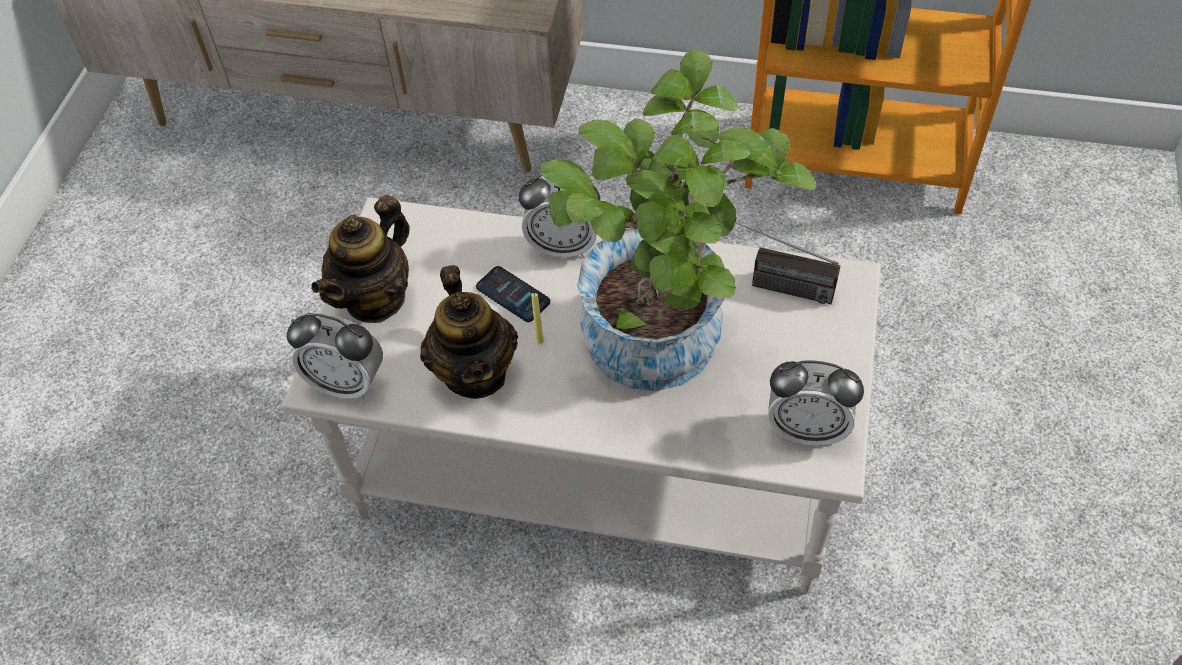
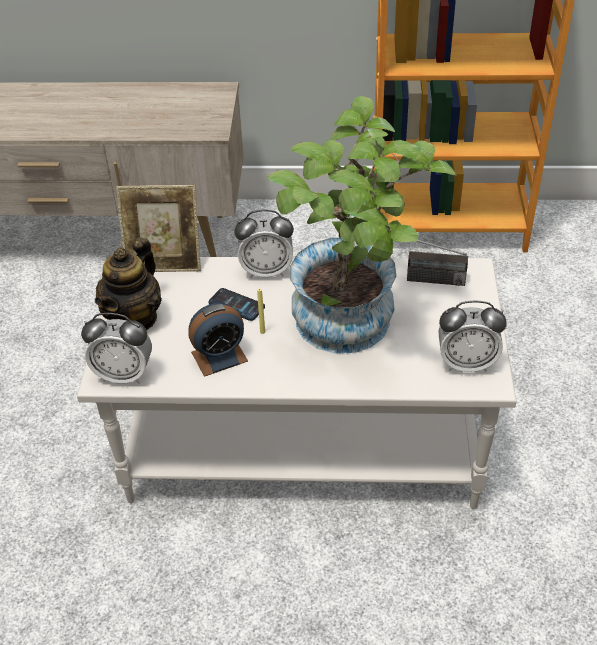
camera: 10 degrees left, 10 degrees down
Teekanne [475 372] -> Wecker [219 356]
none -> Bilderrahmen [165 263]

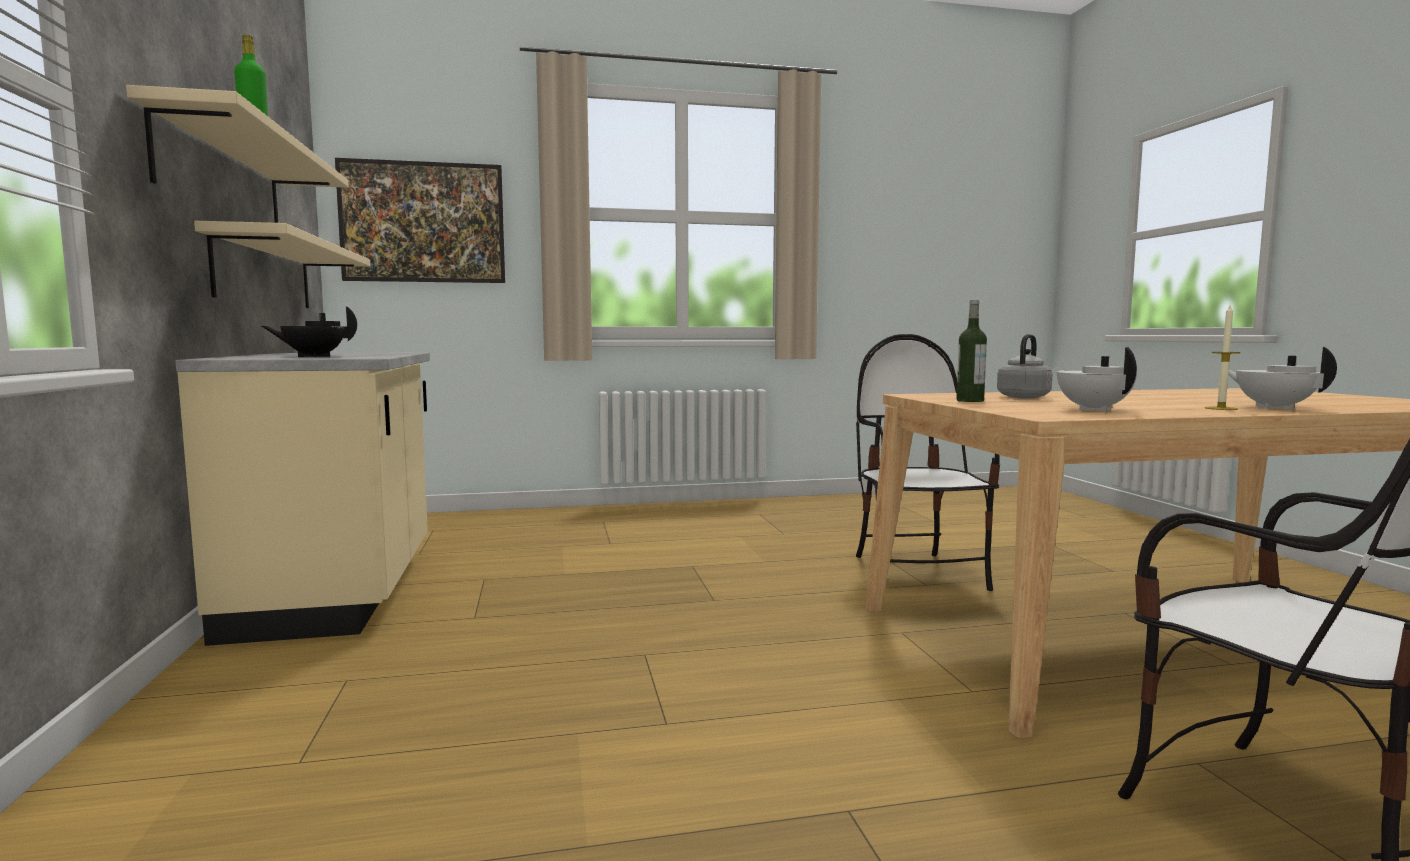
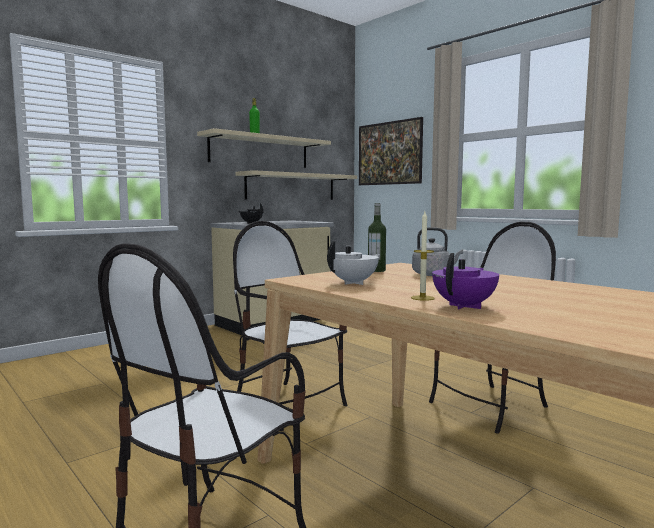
camera: 60 degrees right, 0 degrees up
Teekanne [weiß] [1274 408] -> Teekanne [lila] [465 306]
none -> Stuhl [289 404]

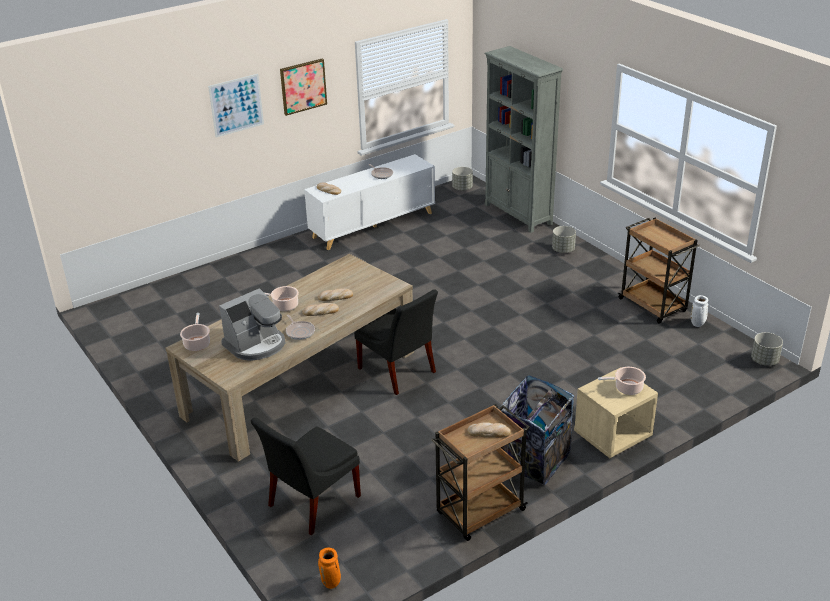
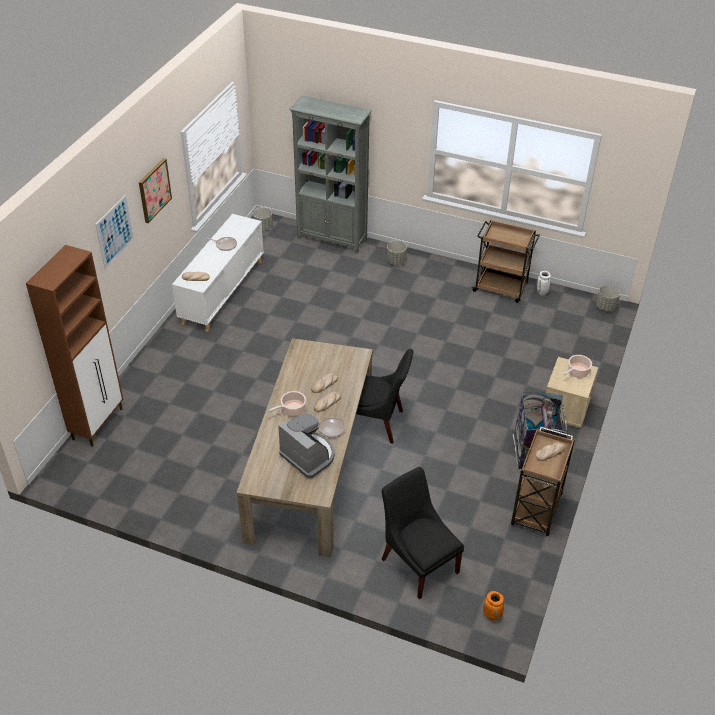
camera: 35 degrees left, 10 degrees up
Kaffeemaschine [256 345] -> Kaffeemaschine [308 456], 60 degrees counterclockwise
Kochtopf [197 343] -> none
Stuhl [schwarz] [311 503] -> Stuhl [schwarz] [418 563], 135 degrees clockwise
none -> Schrank [braun] [98 423]

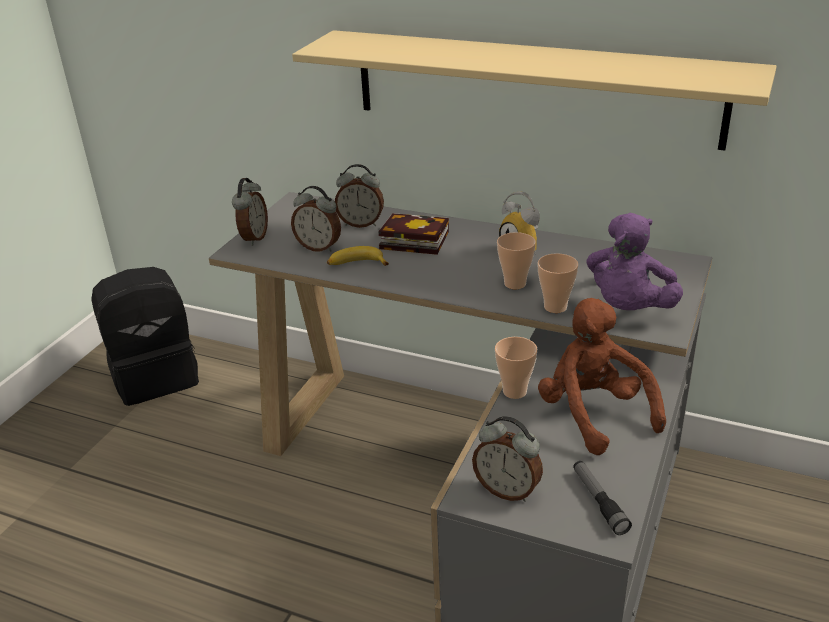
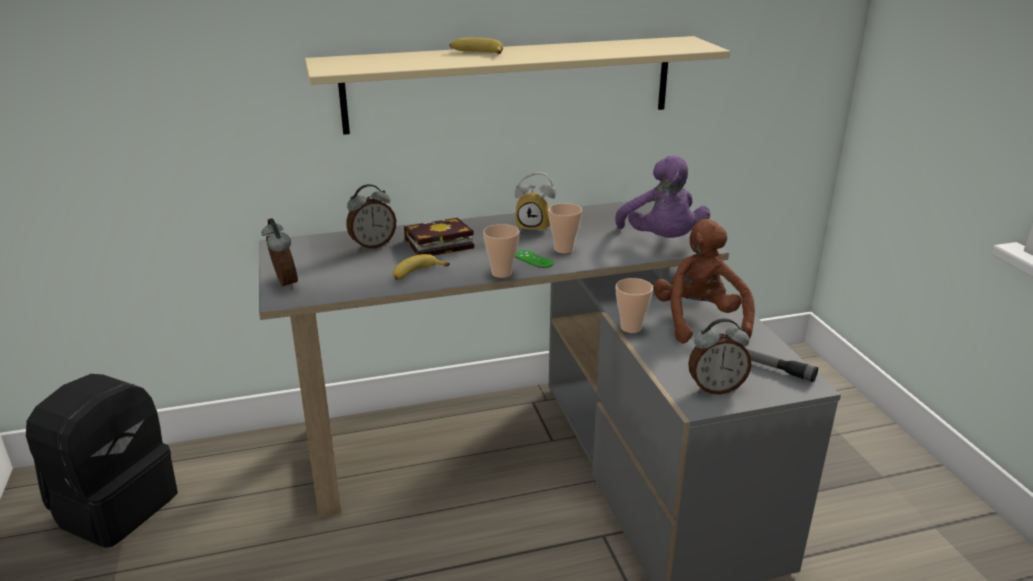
camera: 40 degrees left, 5 degrees down
Wecker [319 247] -> none
Tasse [555 307] -> Tasse [501 273], move
Plüschtier [braun] [593 414] -> Plüschtier [braun] [699 321], 60 degrees clockwise
none -> Banane [477 53]
none -> Gamepad [grün] [533 259]

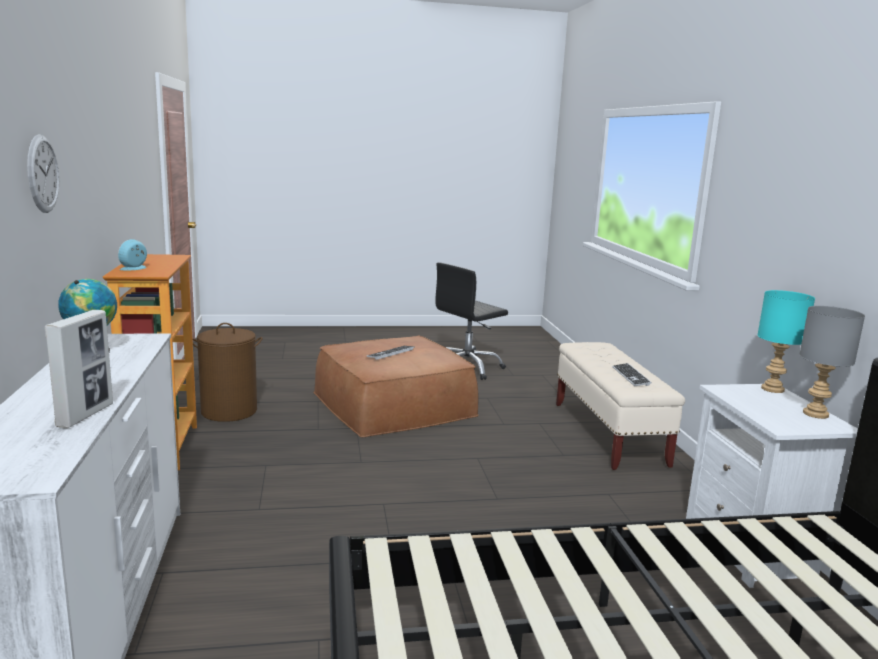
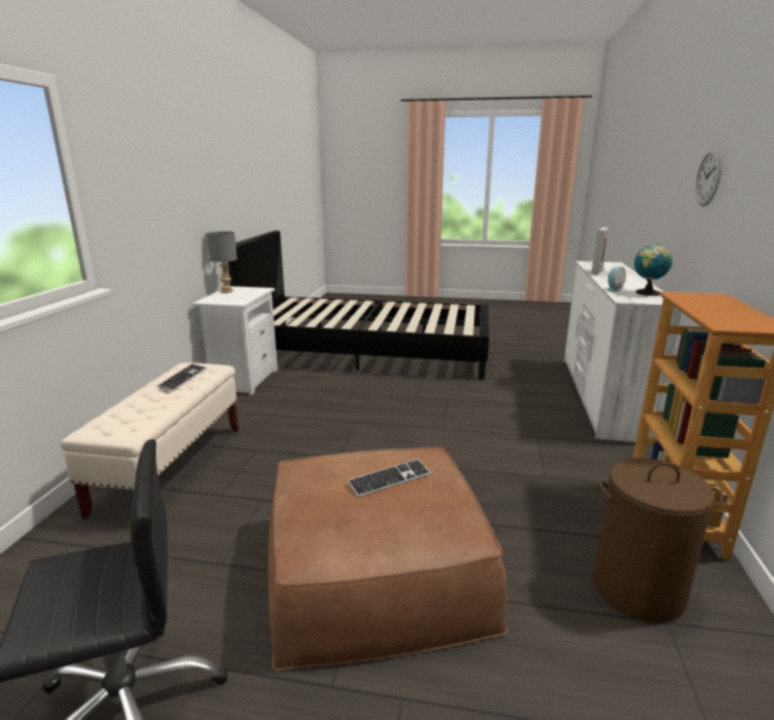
camera: 160 degrees left, 5 degrees up
Wecker [135 268] -> Wecker [613 289], move
Tischlampe [türkis] [771 389] -> none

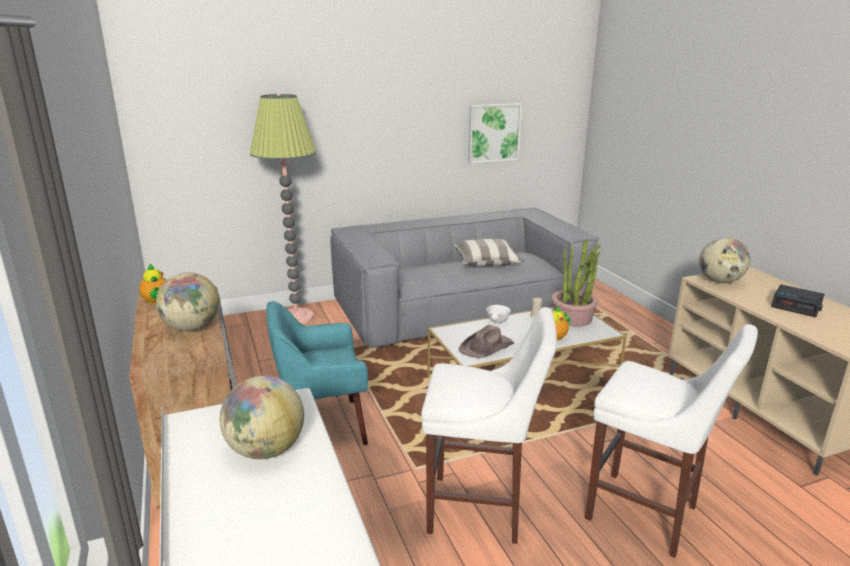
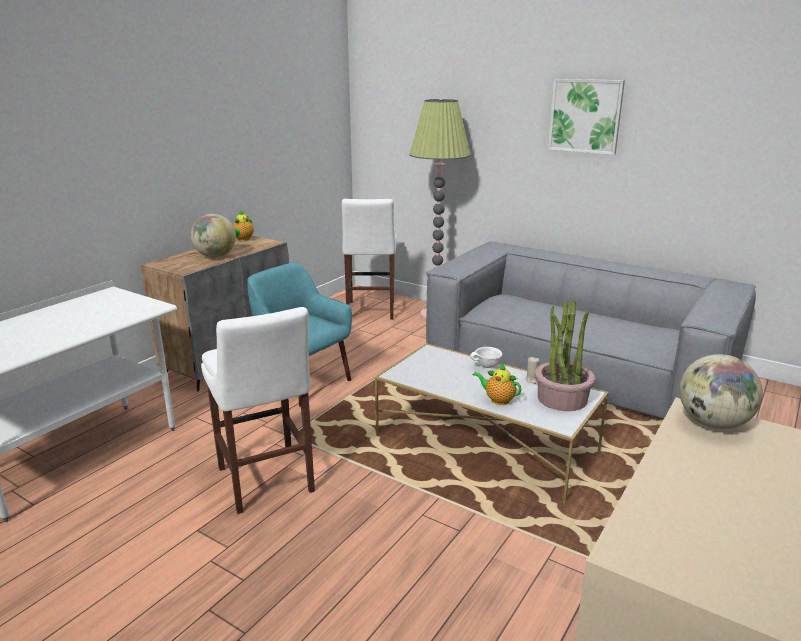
camera: 55 degrees right, 0 degrees up
Bild [494 133] -> Bild [585 116], move
Kissen [486 262] -> none
Wecker [797 306] -> none
Hocker [weiß] [647 515] -> Hocker [weiß] [370 311], move
Hut [braun] [487 347] -> none
Globus [266 450] -> none

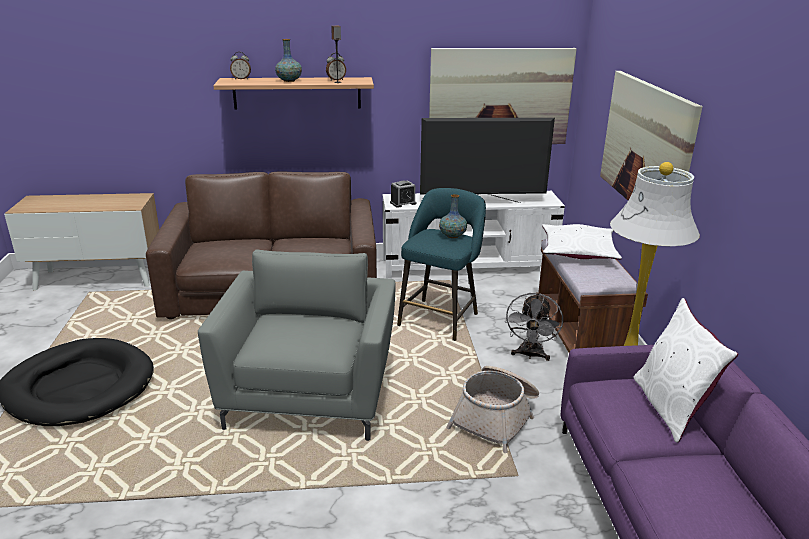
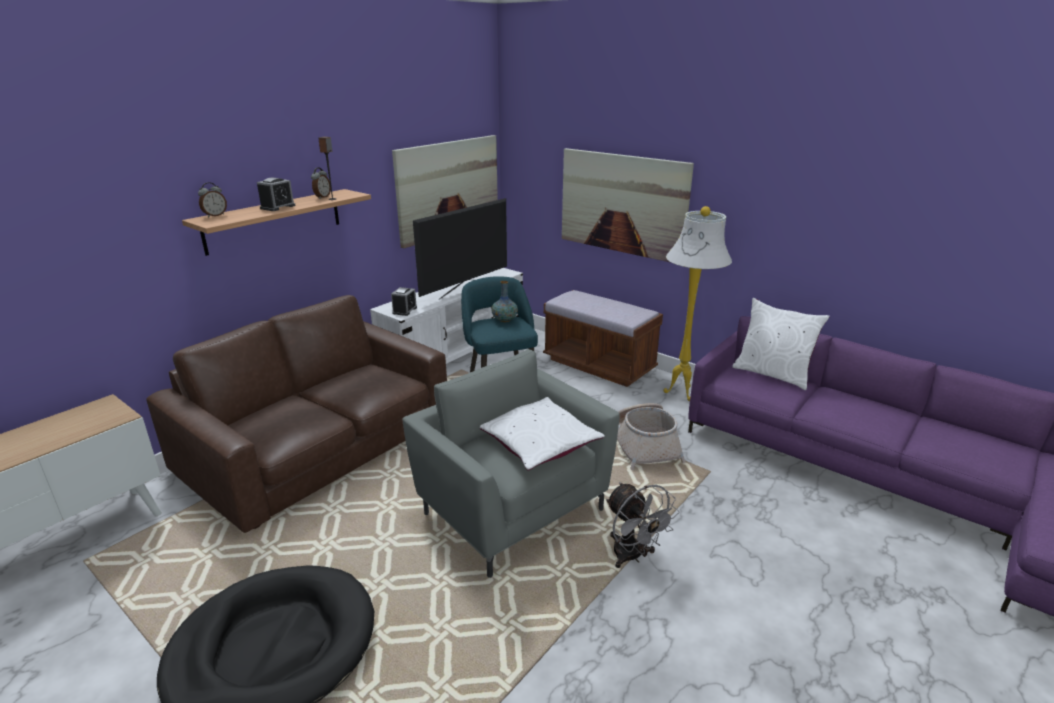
camera: 45 degrees left, 0 degrees up
Vase [289 81] -> Wecker [278 207]
Kissen [weiß] [578 251] -> Kissen [weiß] [538 442], move
Ventilator [grau] [530 355] -> Ventilator [grau] [633 557], move

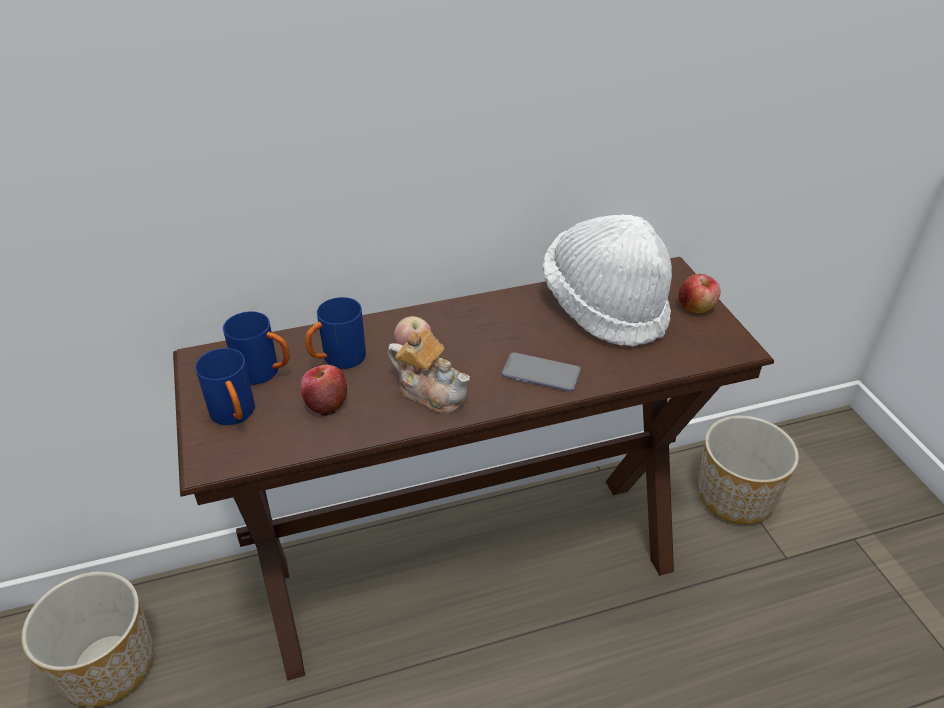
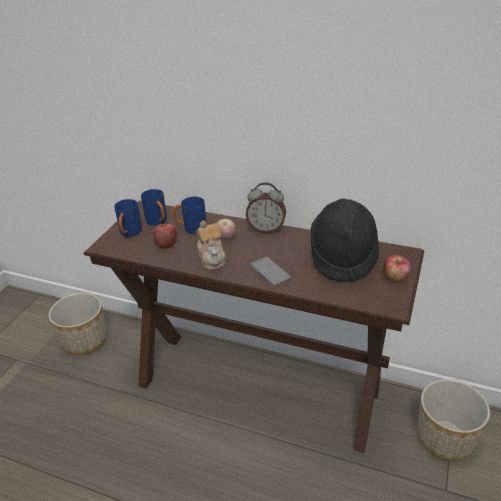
camera: 40 degrees right, 5 degrees down
Hut [weiß] [605 306] -> Hut [schwarz] [343 256]
none -> Wecker [266 229]

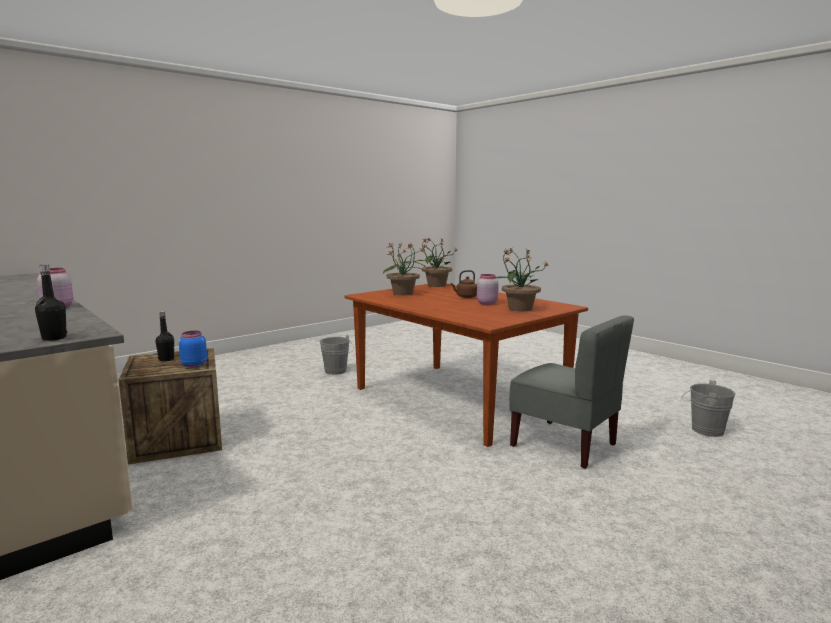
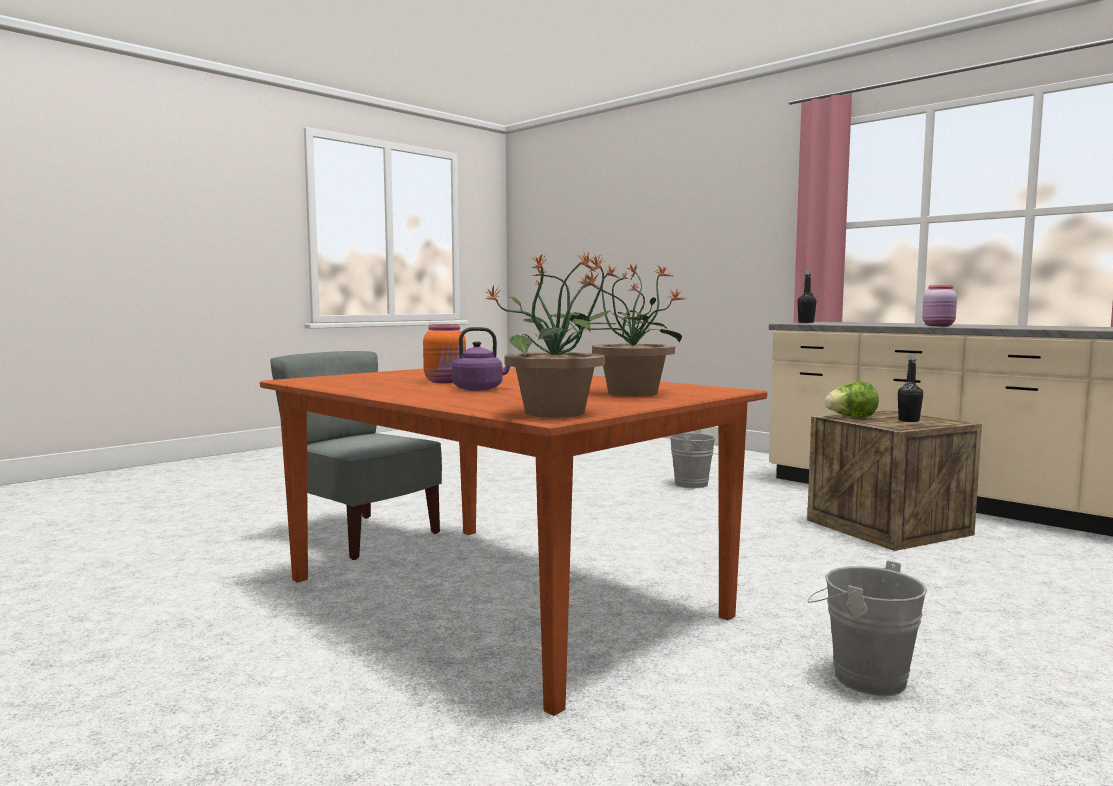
camera: 175 degrees right, 5 degrees down
Topfpflanze [519 309] -> none
Wasserkessel [braun] [465 297] -> Wasserkessel [lila] [480 389]
Vorratsglas [rosa] [486 303] -> Vorratsglas [orange] [446 381]
Vorratsglas [blau] [193 365] -> Salatkopf [851 417]
Eimer [grau] [703 430] -> Eimer [grau] [695 484], move

